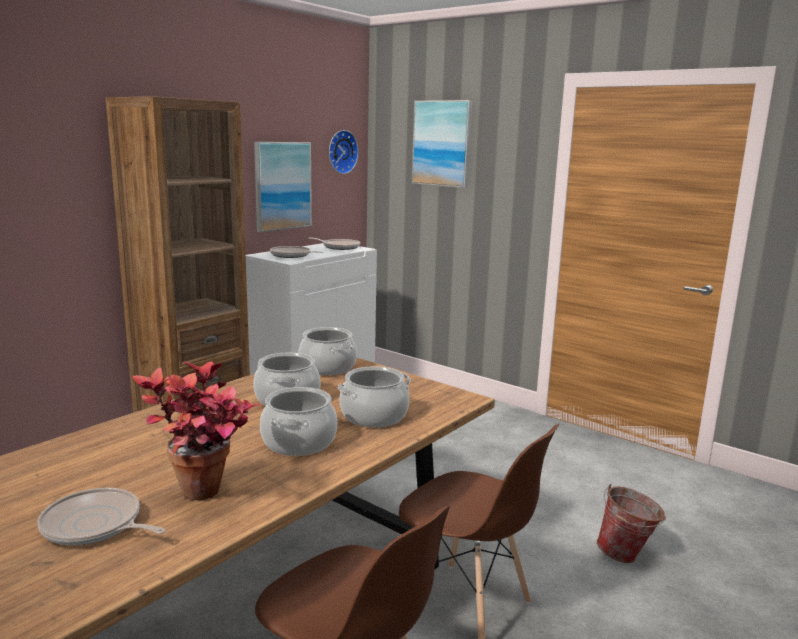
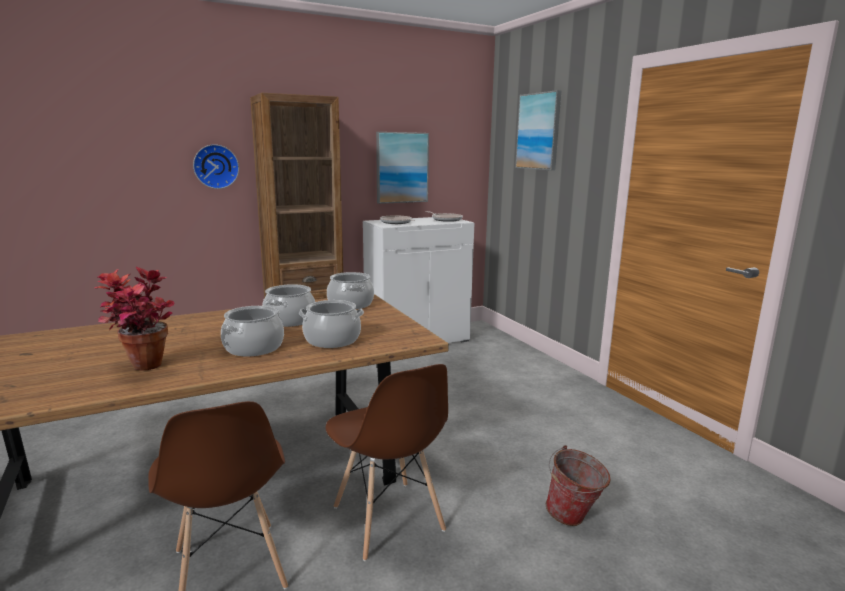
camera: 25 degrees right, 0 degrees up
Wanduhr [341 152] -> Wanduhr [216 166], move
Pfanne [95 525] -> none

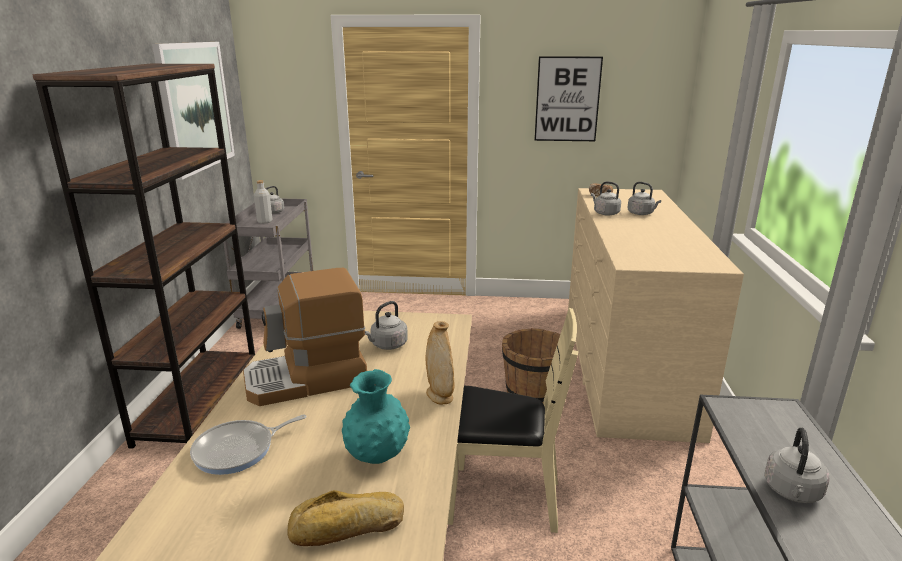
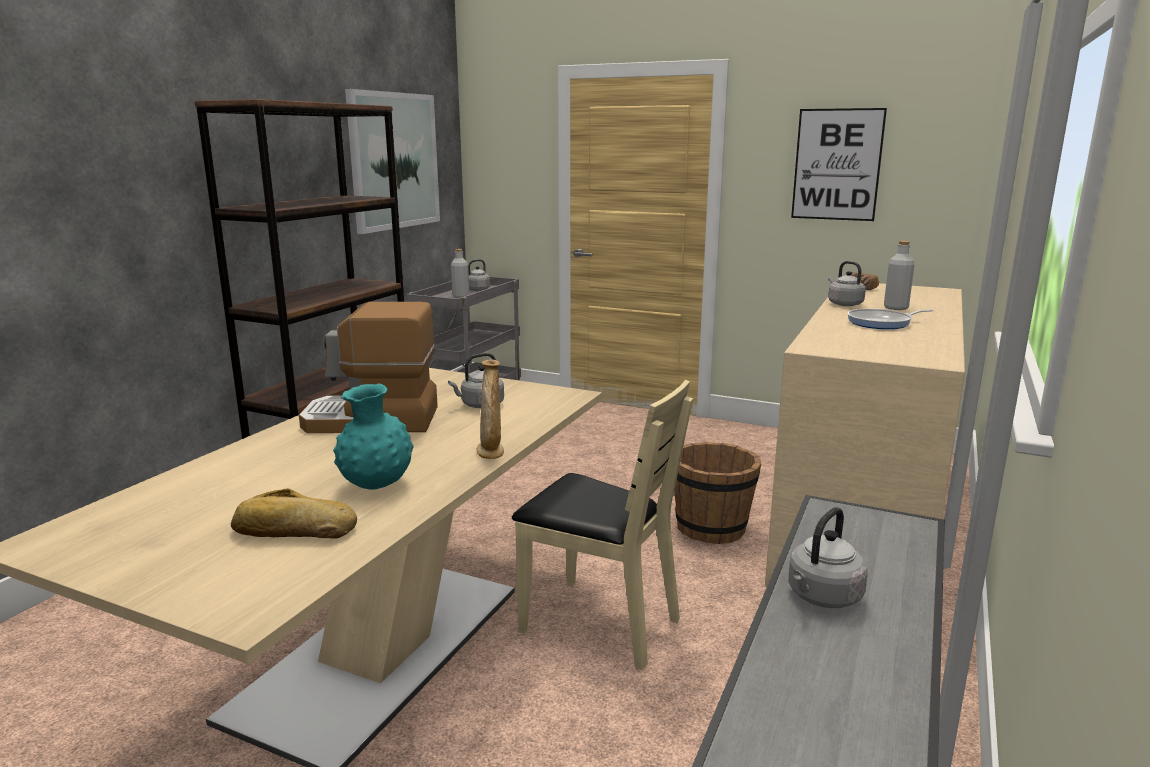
camera: 20 degrees right, 5 degrees down
Wasserkessel [grau] [641 213] -> Flasche [grau] [895 308]
Pfanne [238 450] -> Pfanne [882 323], move

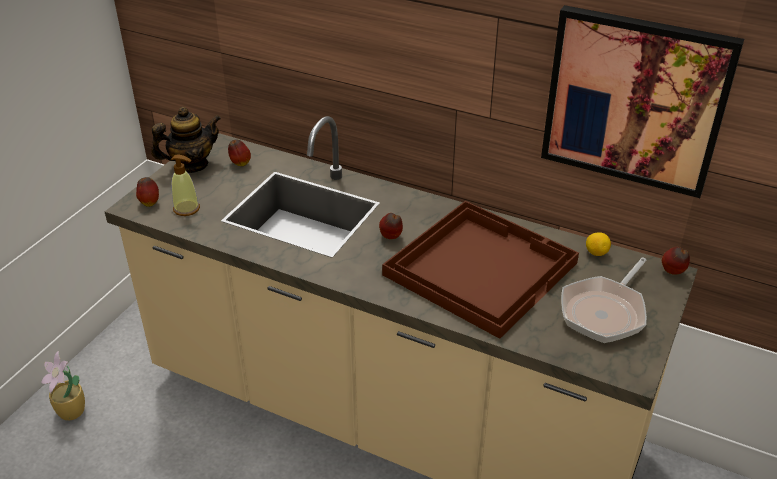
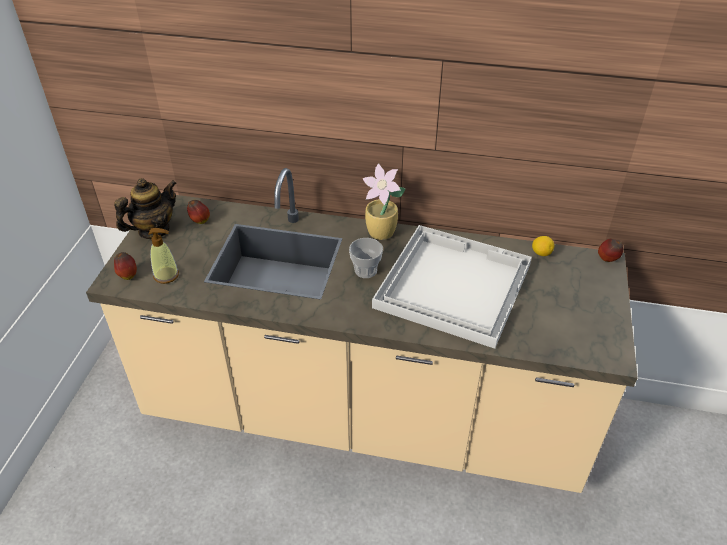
camera: 15 degrees left, 5 degrees up
Bild [635 101] -> none
Tablett [braun] [480 267] -> Tablett [weiß] [452 285]
Apfel [391 238] -> Tasse [365 270]
Pfanne [605 311] -> none
Topfpflanze [72 413] -> Topfpflanze [382 233], move

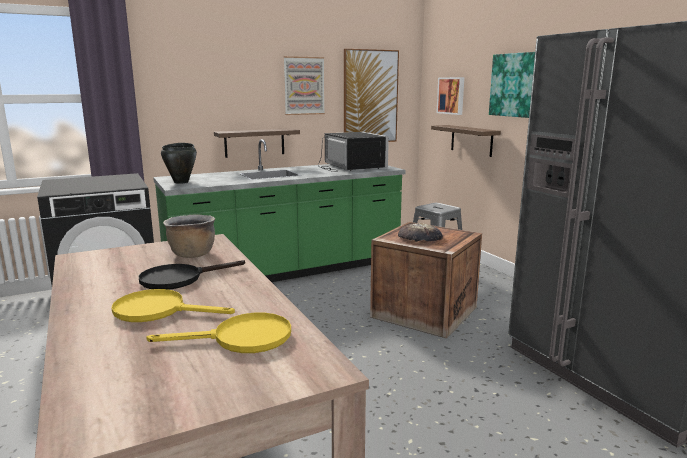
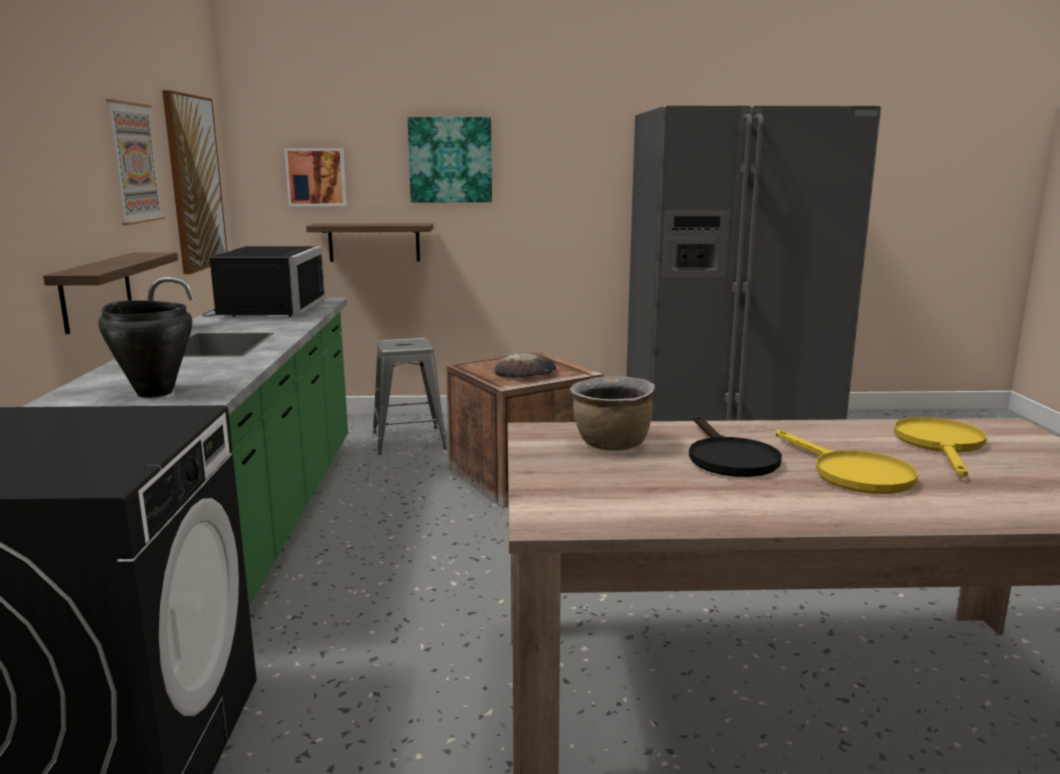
camera: 65 degrees left, 0 degrees up
Mikrowelle [schwarz] [350 167] -> Mikrowelle [schwarz] [265 309], 90 degrees clockwise
Pfanne [gelb] [159 310] -> Pfanne [gelb] [852 473], 60 degrees counterclockwise

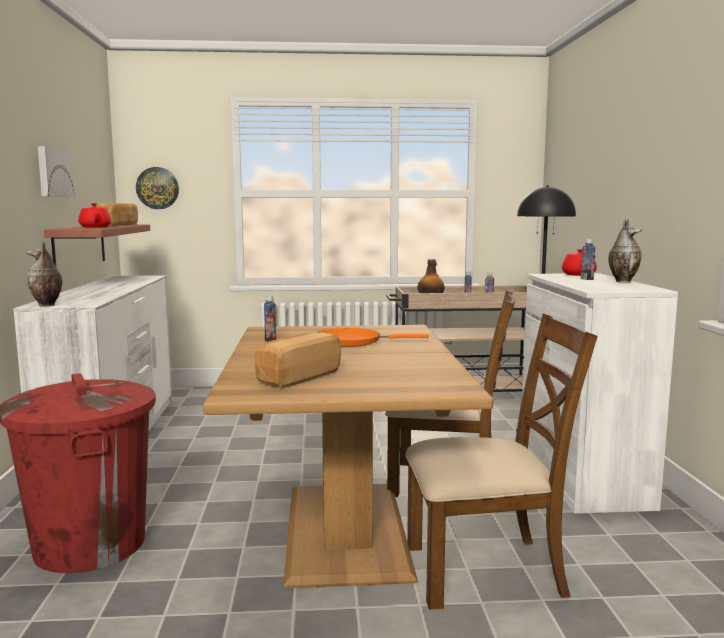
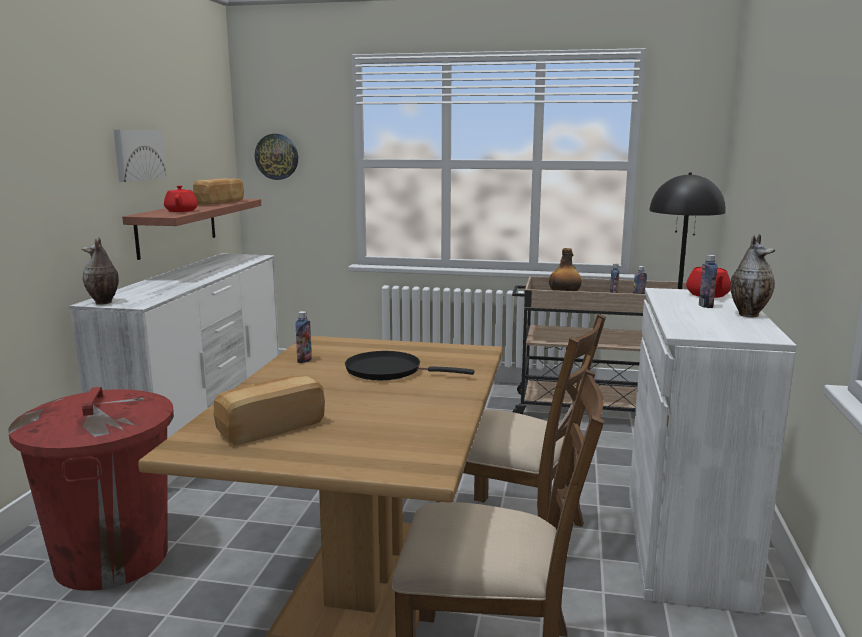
camera: 15 degrees right, 5 degrees up
Pfanne [orange] [352 341] -> Pfanne [schwarz] [389 371]

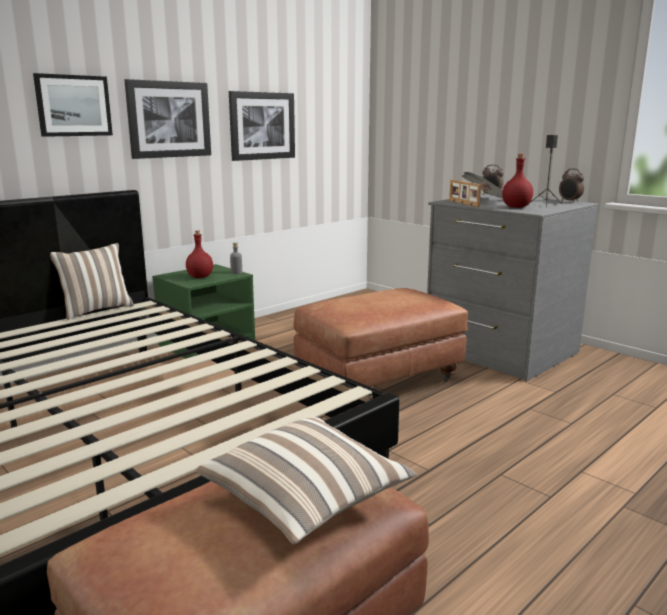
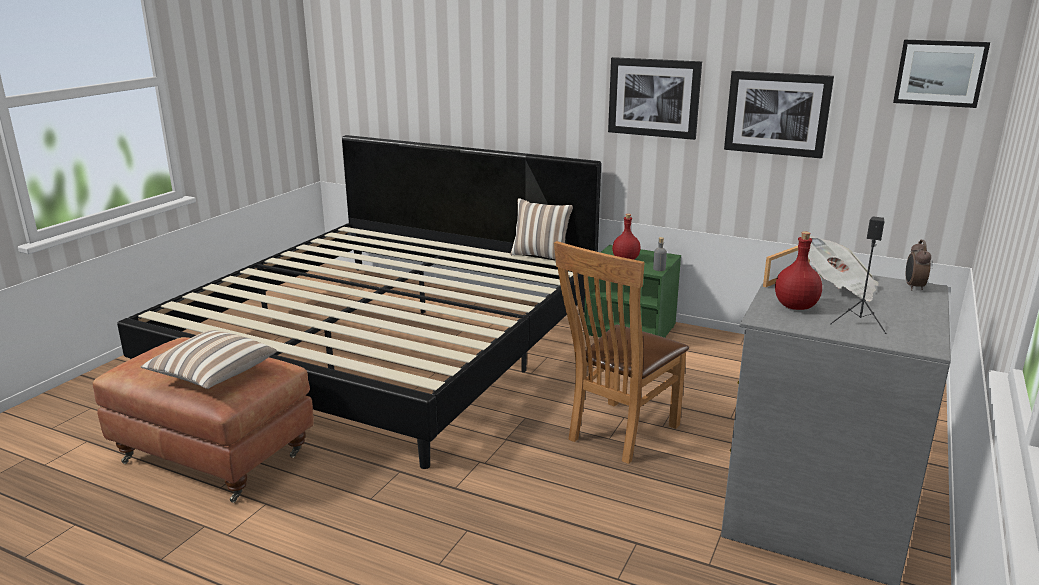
camera: 70 degrees right, 5 degrees up
Bild [73 105] -> Bild [940 73], move
Wecker [569 201] -> none
Polsterhocker [braun] [379 385] -> Stuhl [braun] [618 434]

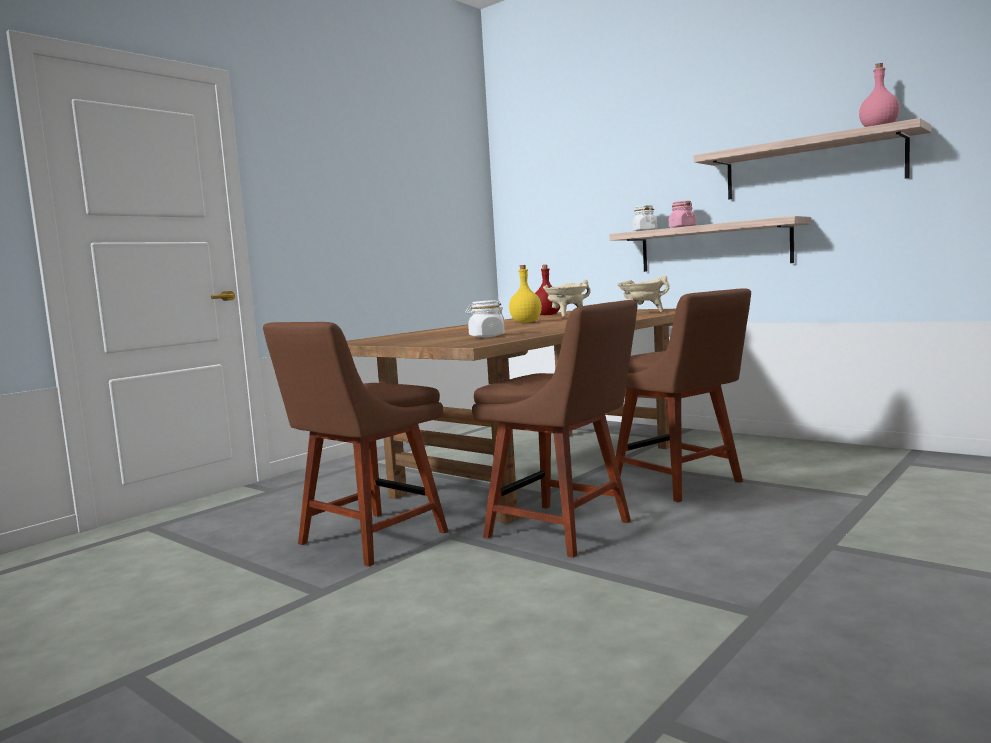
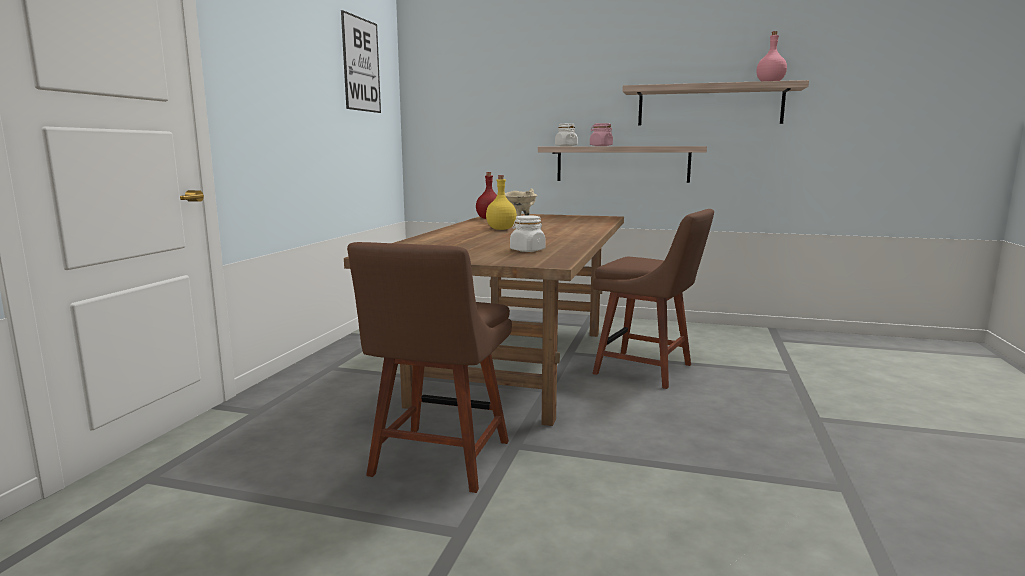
camera: 25 degrees left, 5 degrees up
Kochtopf [beige] [642 313] -> none
Stuhl [braun] [564 530] -> none
none -> Bild [361 65]

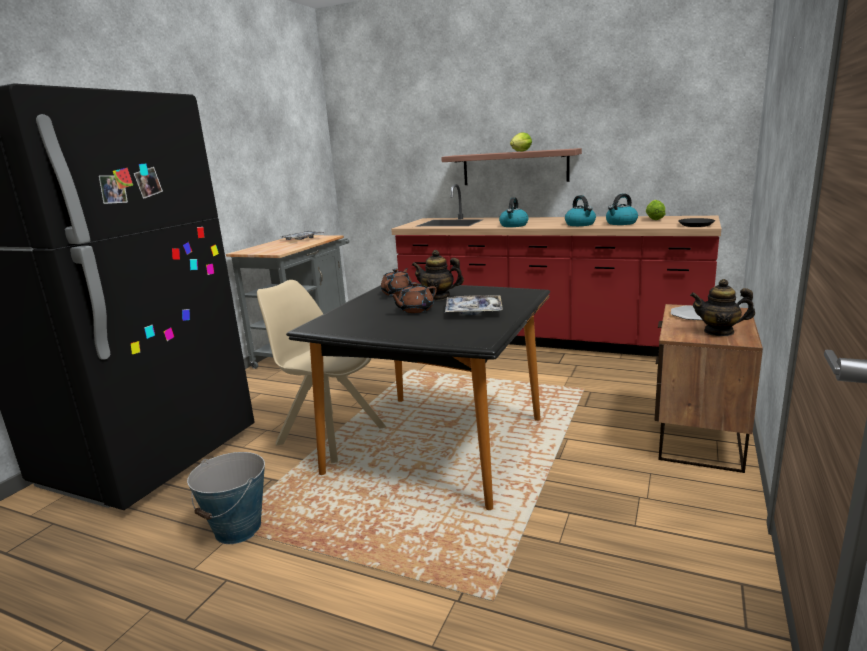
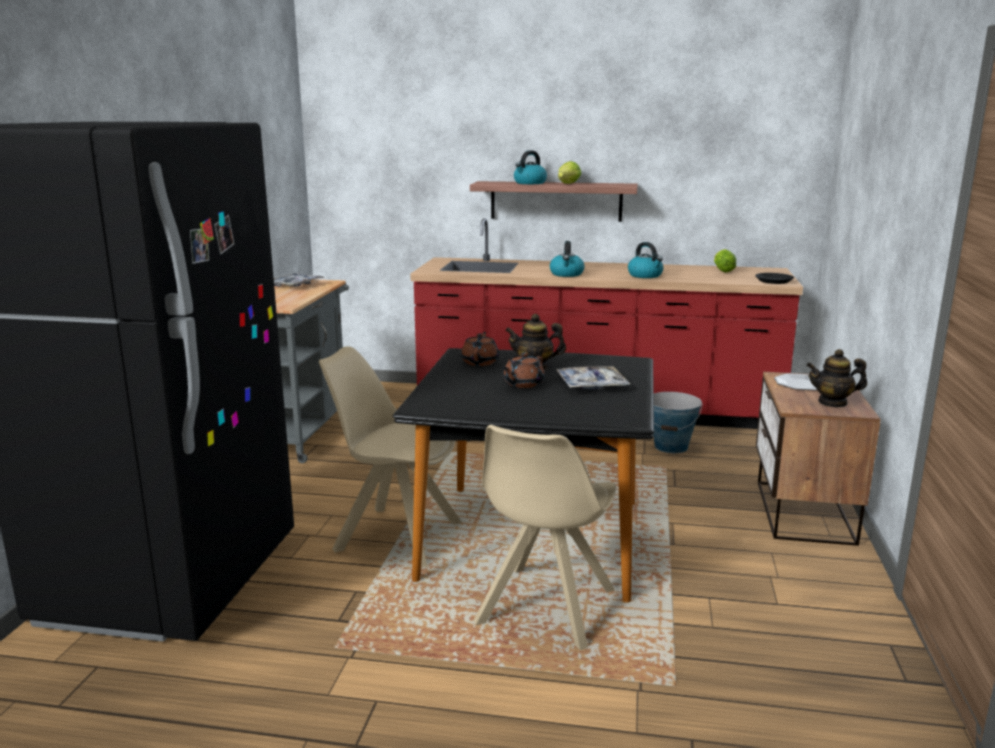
camera: 15 degrees left, 0 degrees up
Wasserkessel [621 223] -> Wasserkessel [529 183], move
Eimer [238 529] -> Eimer [671 446], move
none -> Stuhl [beige] [544 609]

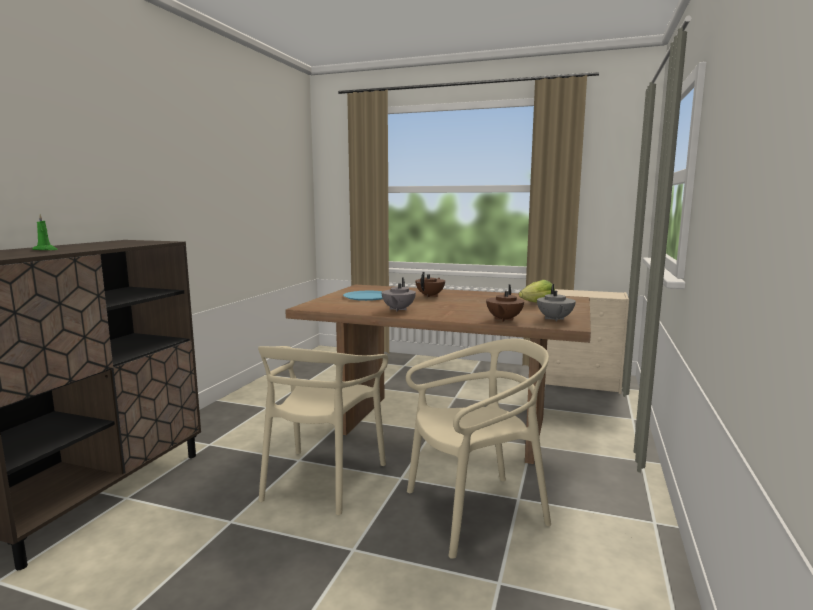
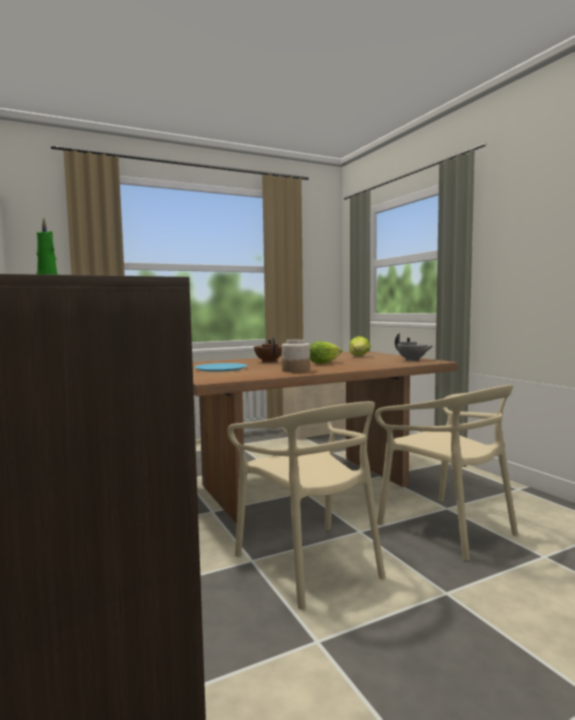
camera: 45 degrees left, 5 degrees down
Teekanne [grau] [398 309] -> Vorratsglas [296 370]
Teekanne [braun] [503 319] -> none
Stuhl [beige] [475 511] -> Stuhl [beige] [446 527], 120 degrees clockwise
none -> Salatkopf [324 363]

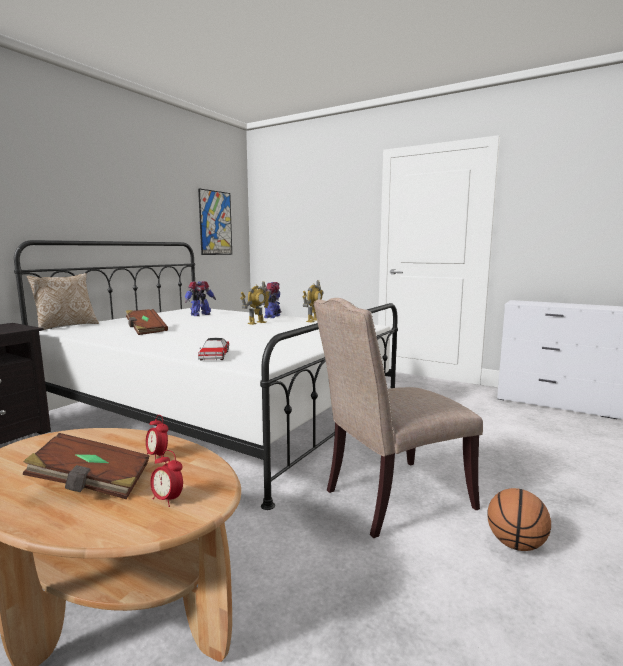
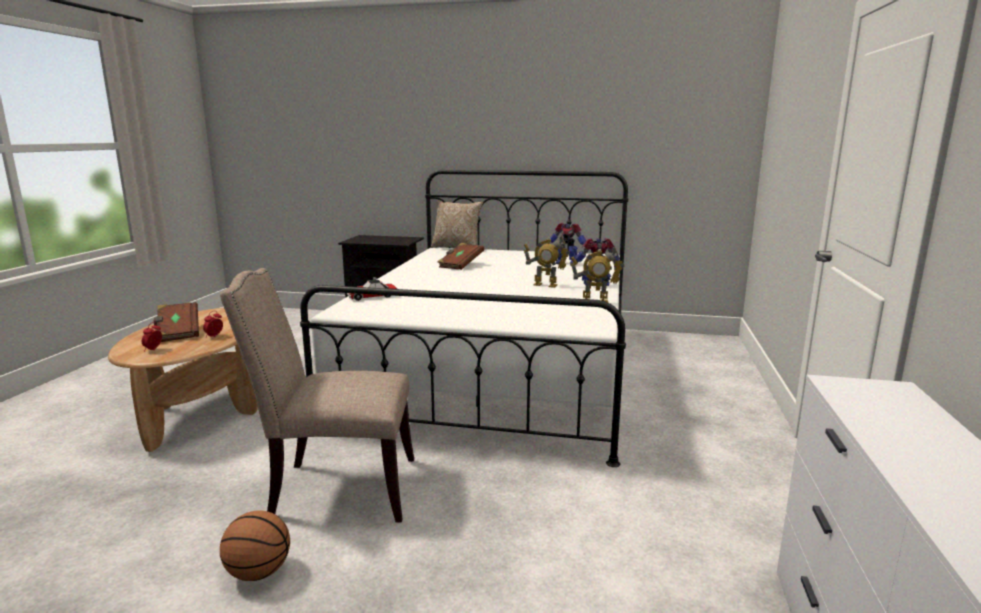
camera: 70 degrees right, 5 degrees up
Bild [215 223] -> none
Stuhl [beige] [392 499] -> Stuhl [beige] [337 489], 45 degrees counterclockwise

